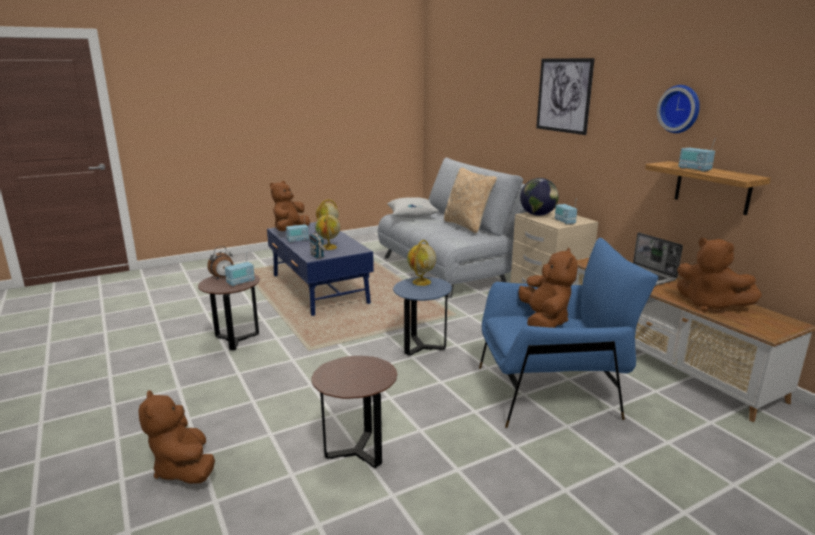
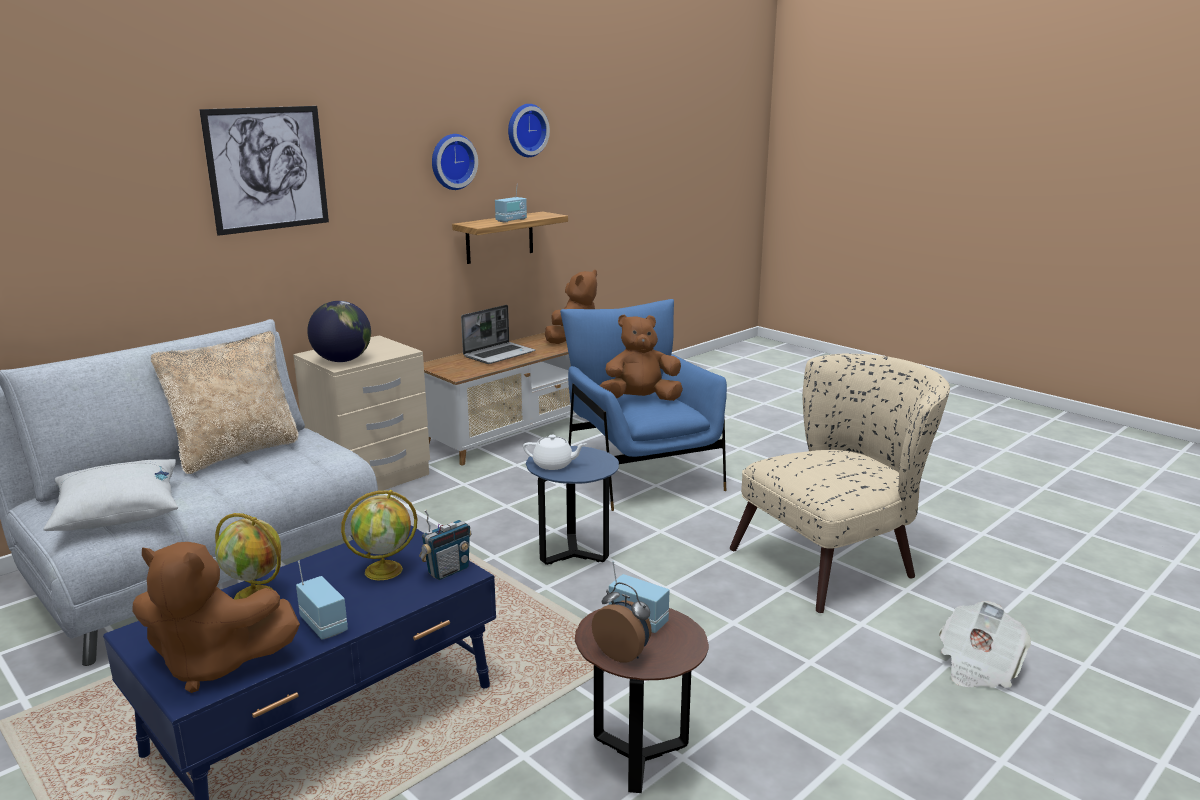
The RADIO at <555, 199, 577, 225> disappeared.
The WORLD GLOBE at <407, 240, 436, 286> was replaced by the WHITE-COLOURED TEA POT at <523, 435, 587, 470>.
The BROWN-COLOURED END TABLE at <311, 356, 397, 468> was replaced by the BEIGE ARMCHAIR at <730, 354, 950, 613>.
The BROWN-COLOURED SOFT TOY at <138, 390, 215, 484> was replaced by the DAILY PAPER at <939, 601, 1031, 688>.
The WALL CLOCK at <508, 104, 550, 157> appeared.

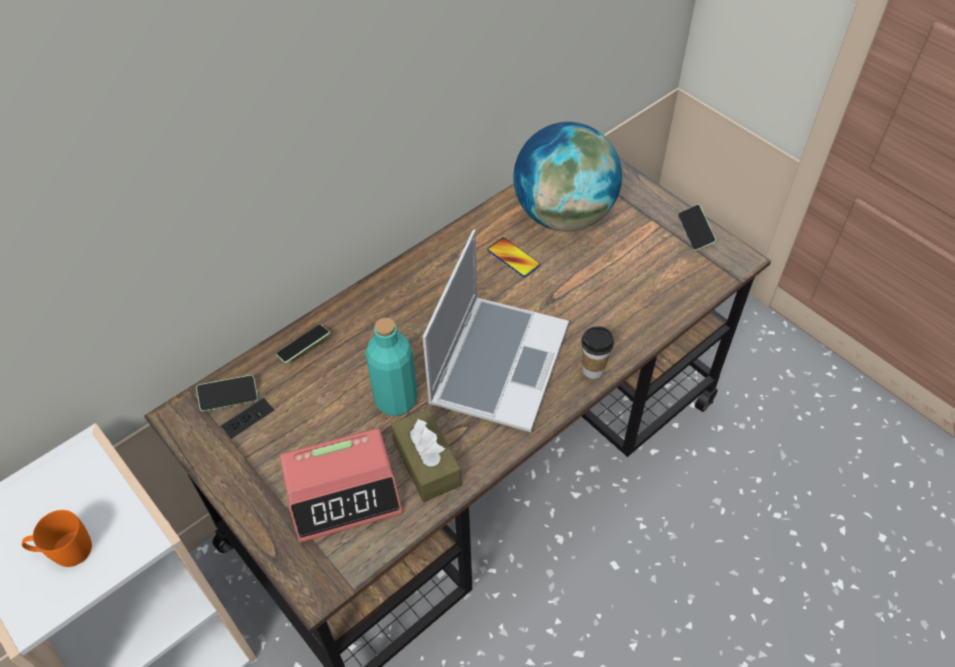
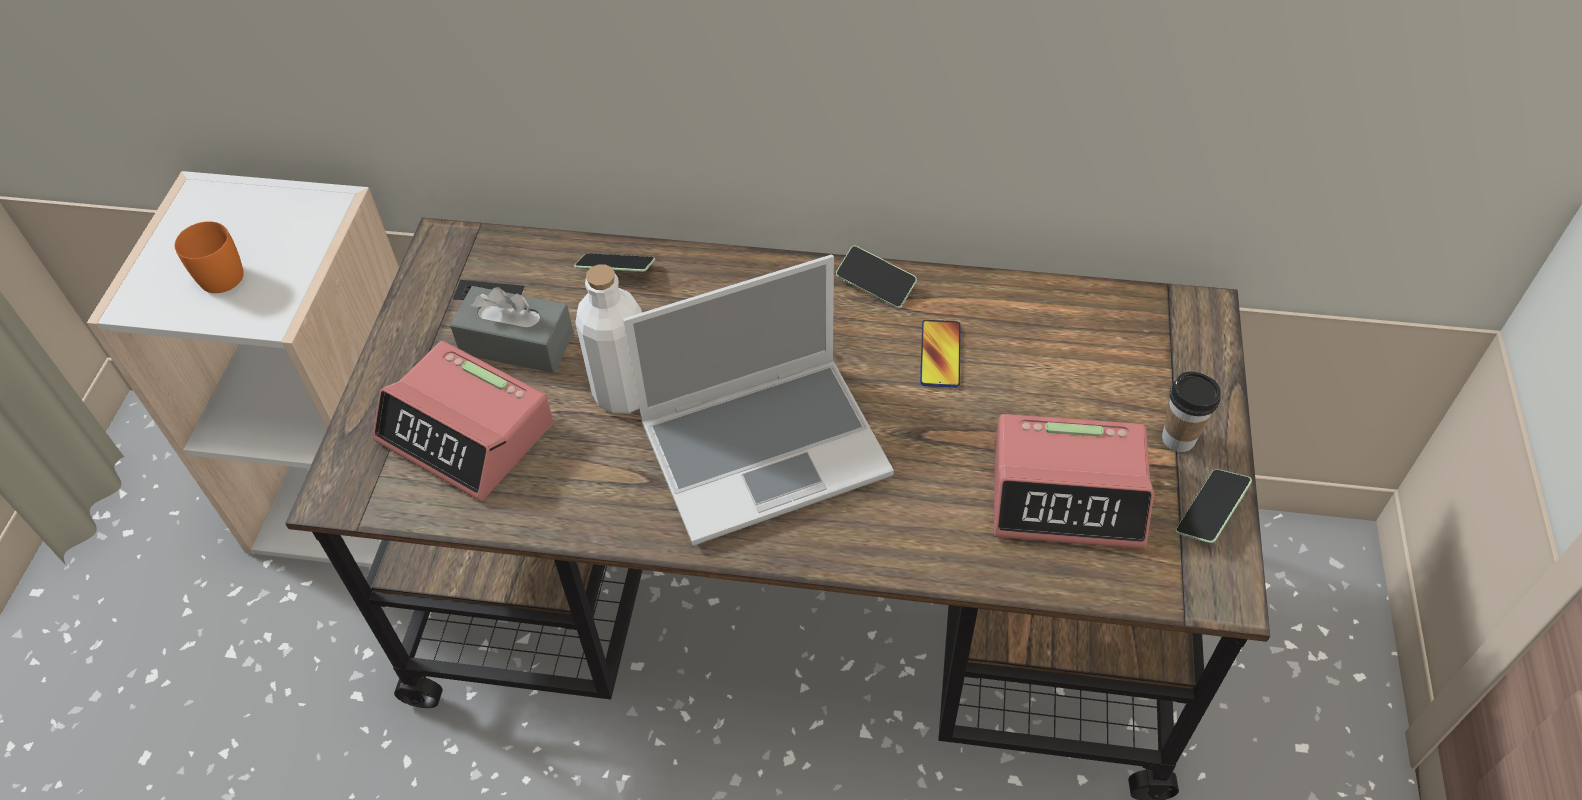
The WORLD GLOBE at <513, 122, 622, 231> disappeared.
The BLUE-GREEN BOTTLE at <365, 318, 418, 416> became the WHITE-COLOURED BOTTLE at <575, 264, 642, 414>.
The CUP moved from <581, 326, 614, 379> to <1162, 372, 1221, 452>.
The HANDSET moved from <196, 375, 258, 412> to <836, 246, 917, 308>.
The BROWN-COLOURED TISSUE HOLDER at <391, 409, 462, 502> disappeared.
The GREYISH TISSUE HOLDER at <450, 286, 574, 373> appeared.
The TABLE CLOCK at <994, 414, 1154, 549> appeared.

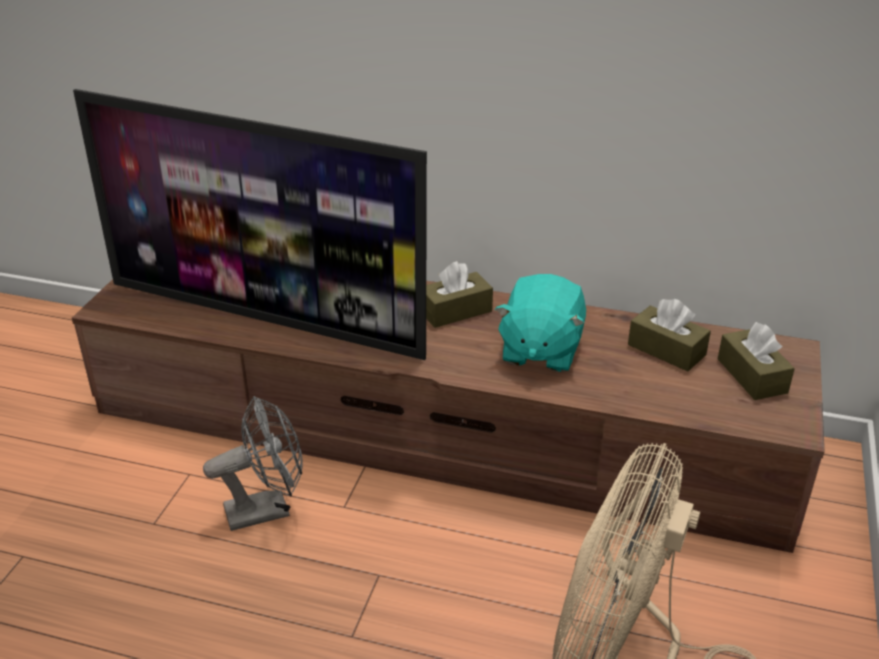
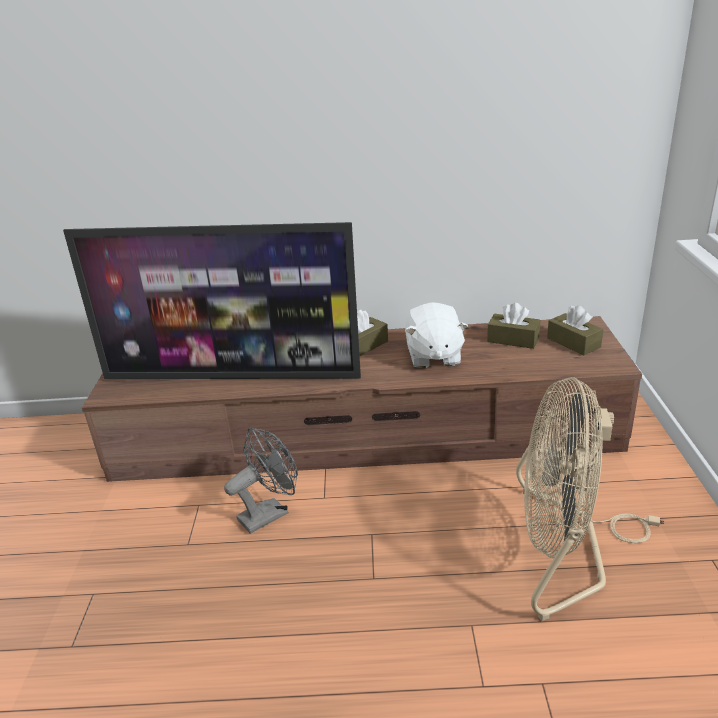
The BLUE-GREEN SOFT TOY at <495, 274, 586, 372> became the WHITE-COLOURED SOFT TOY at <405, 302, 468, 369>.

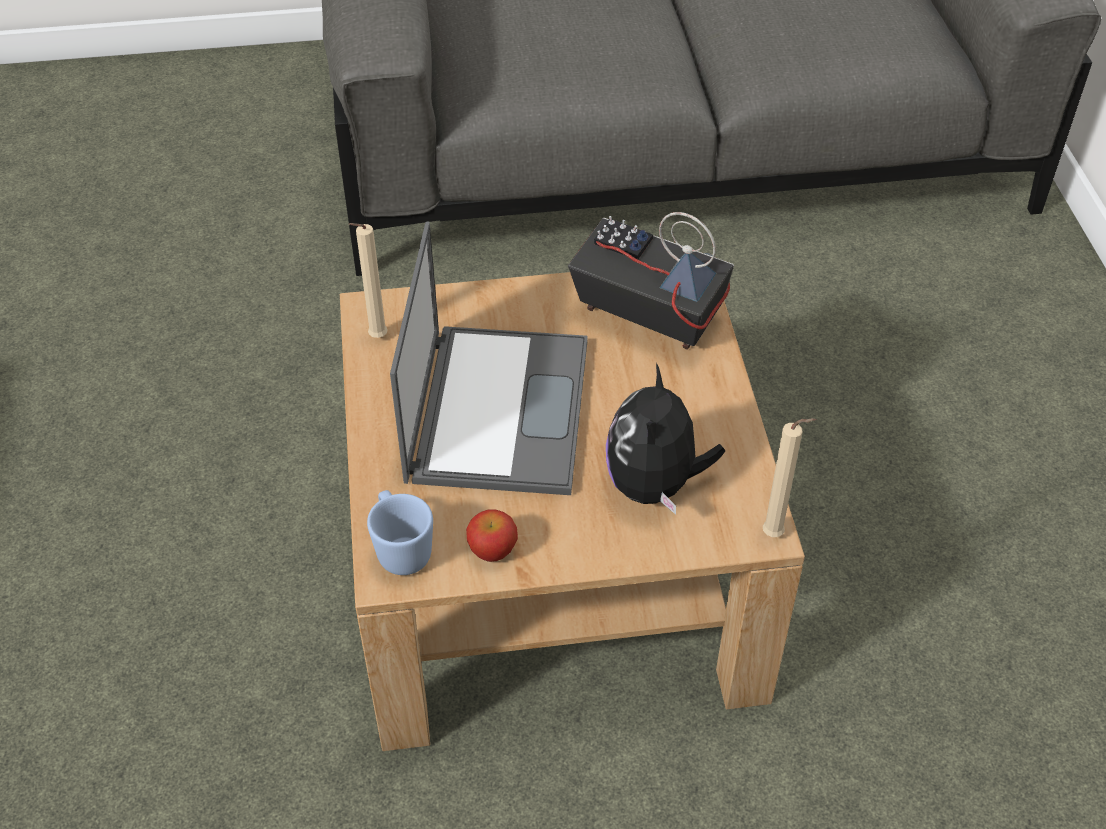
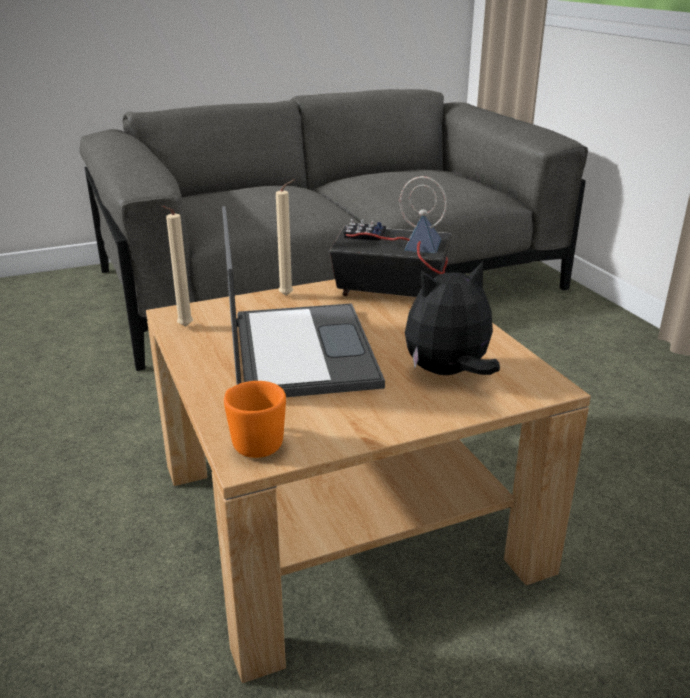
The SOFT TOY at <606, 363, 725, 515> turned 75 degrees clockwise.
The BEIGE WAX CANDLE moved from <763, 418, 816, 537> to <276, 179, 295, 296>.
The BLUE COFFEE MUG at <367, 490, 433, 575> became the ORANGE COFFEE MUG at <224, 381, 286, 458>.
The WHOLE APPLE at <466, 510, 518, 562> disappeared.

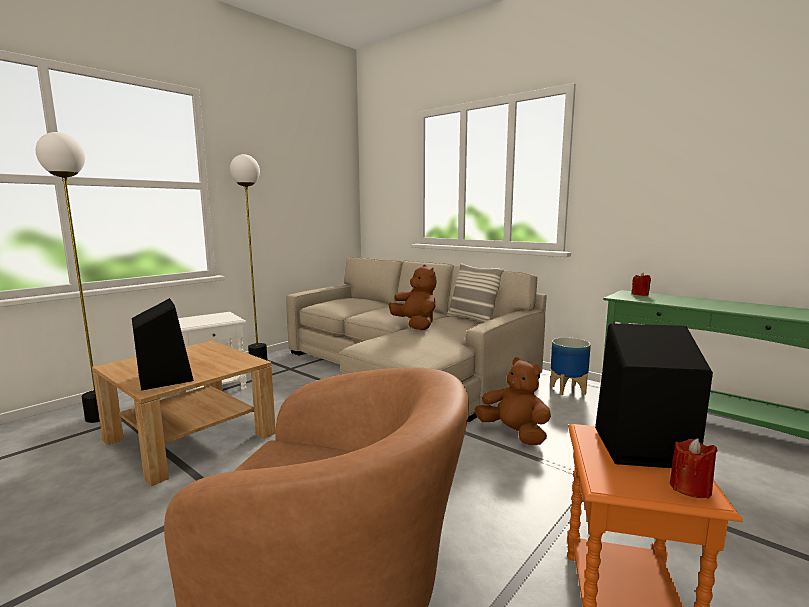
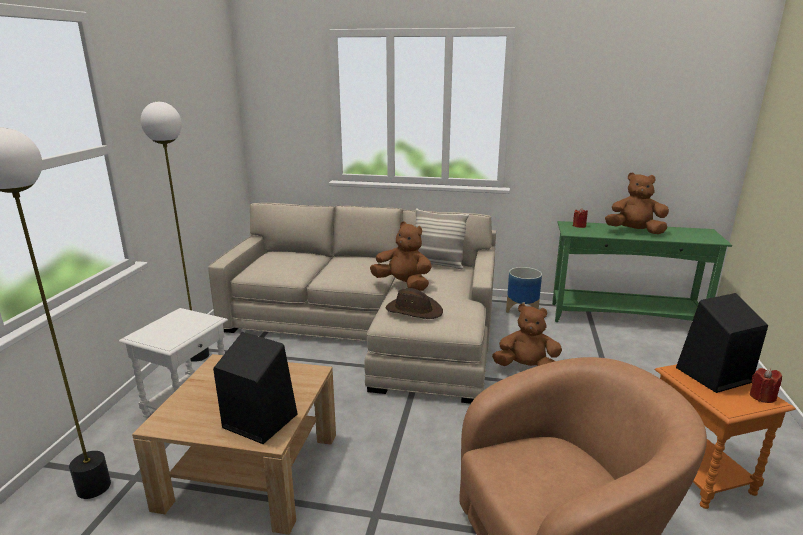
The BROWN-COLOURED SOFT TOY at <605, 173, 669, 234> appeared.
The BROWN-COLOURED WEARABLE HAT at <386, 288, 443, 319> appeared.

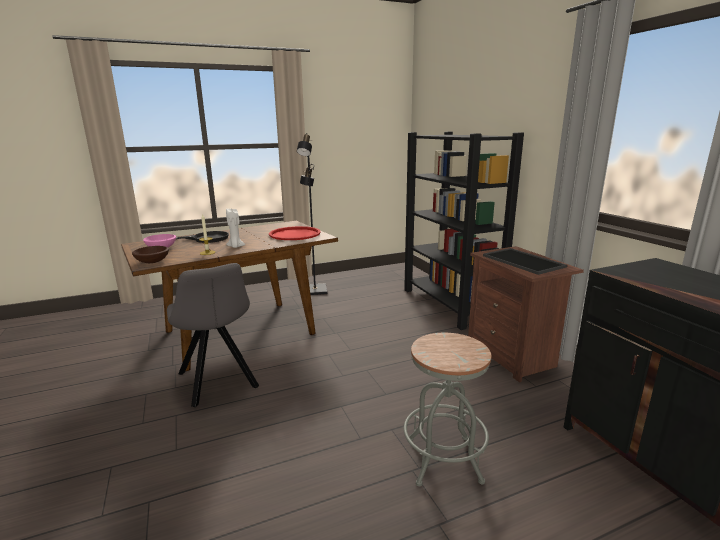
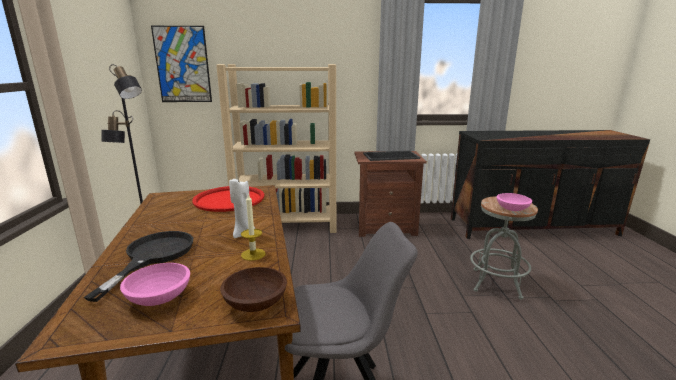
The BLACKISH BOOKSHELF at <404, 132, 524, 330> became the BEIGE BOOKSHELF at <216, 64, 336, 233>.
The WALL ART at <151, 26, 212, 102> appeared.
The PINKISH DEEP DISH at <496, 193, 532, 211> appeared.

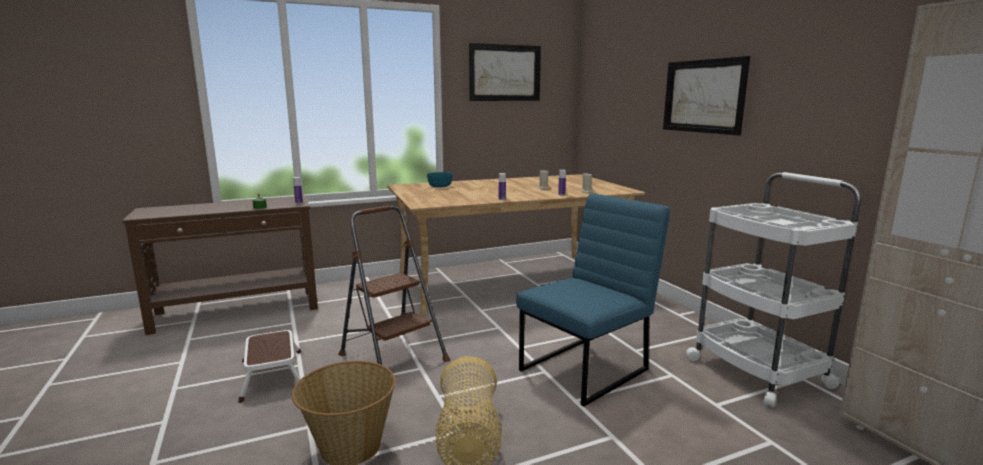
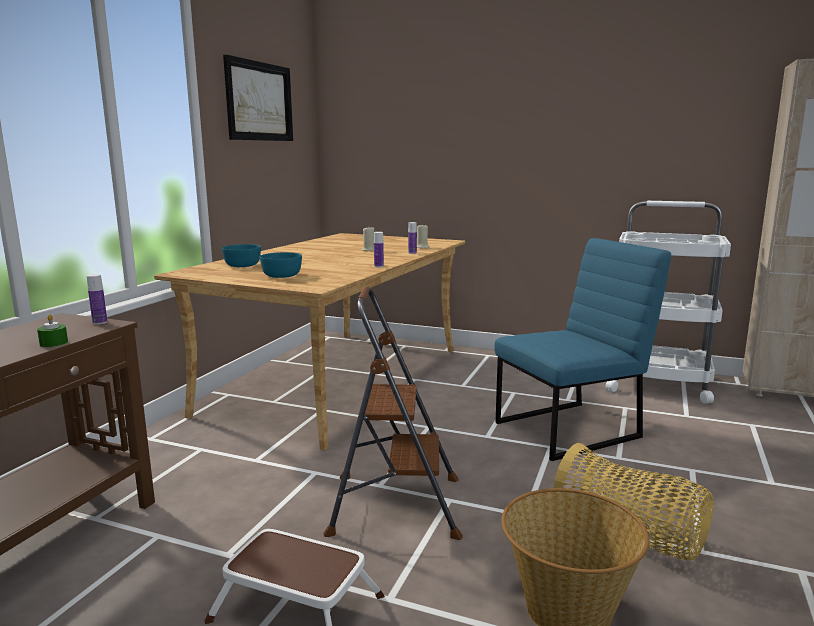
The WALL ART at <663, 56, 750, 135> disappeared.
The BLUE PLAIN CHAIR at <516, 194, 670, 407> turned 60 degrees clockwise.
The BLUE-GREEN DEEP DISH at <260, 252, 302, 278> appeared.

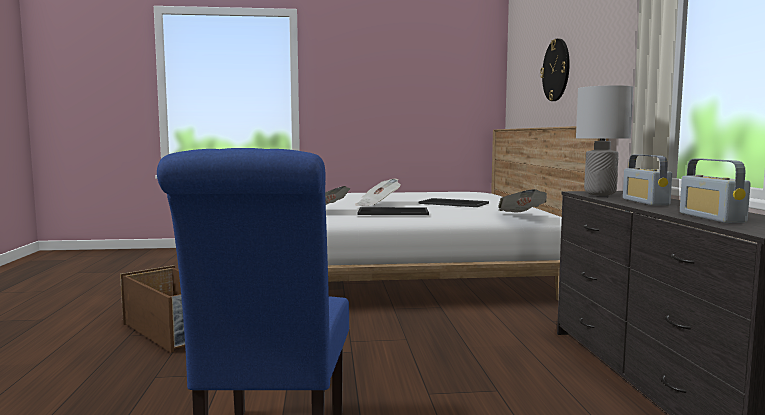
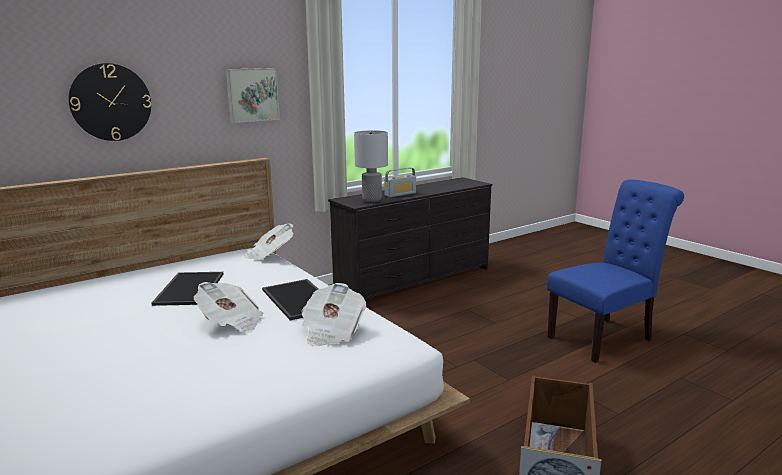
The RADIO at <680, 159, 751, 223> disappeared.
The WALL ART at <225, 68, 280, 123> appeared.

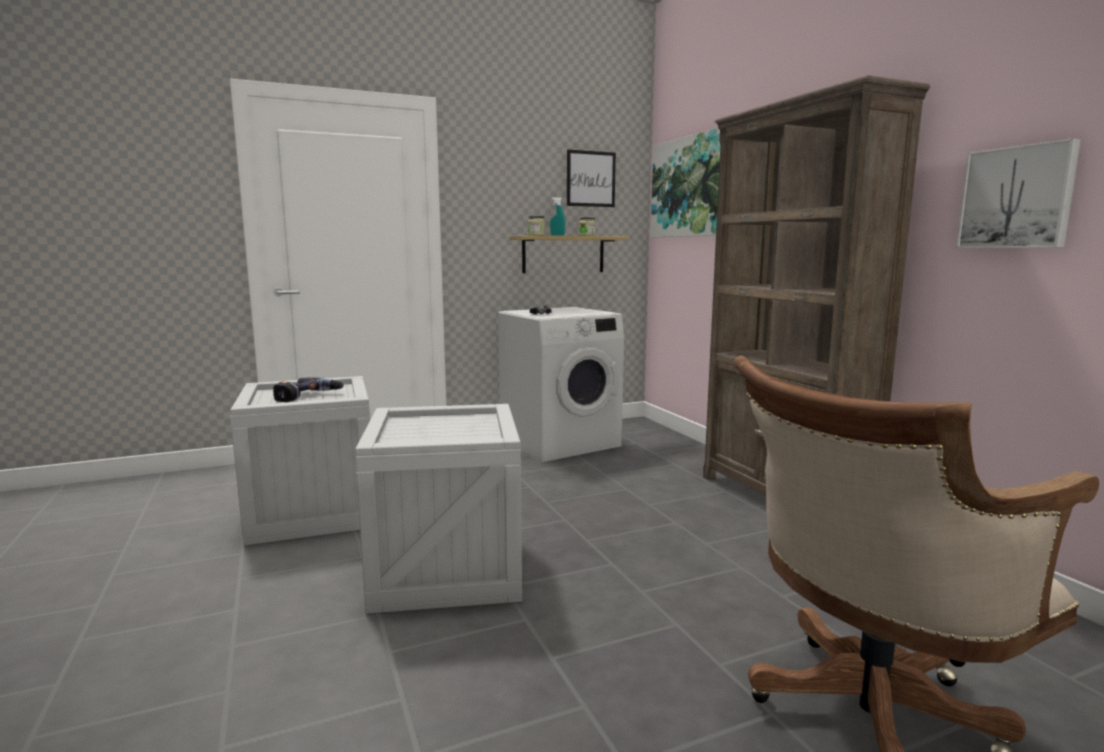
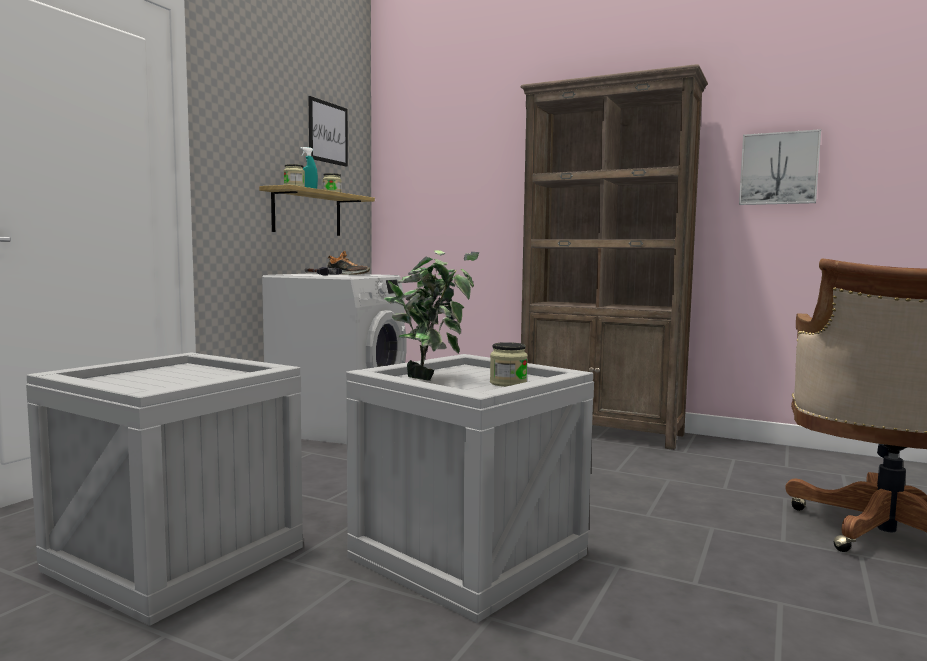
The WALL ART at <651, 128, 720, 237> disappeared.
The ELECTRIC DRILL at <273, 377, 344, 402> disappeared.
The HOUSEPLANT at <384, 250, 479, 381> appeared.
The ITEM OF FOOTWEAR at <328, 251, 370, 275> appeared.
The JAR at <490, 342, 528, 387> appeared.

